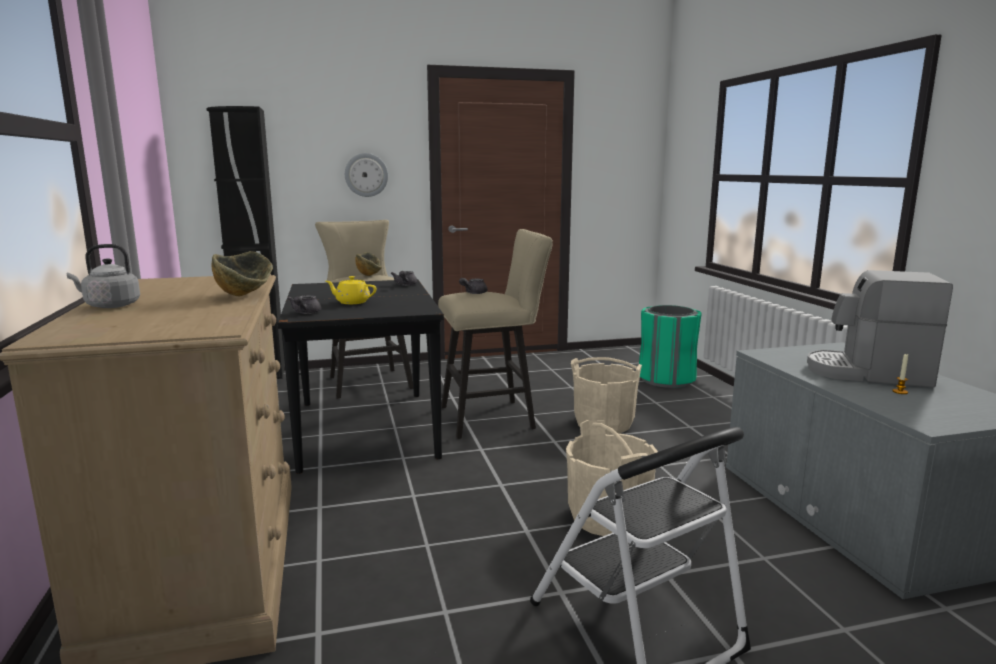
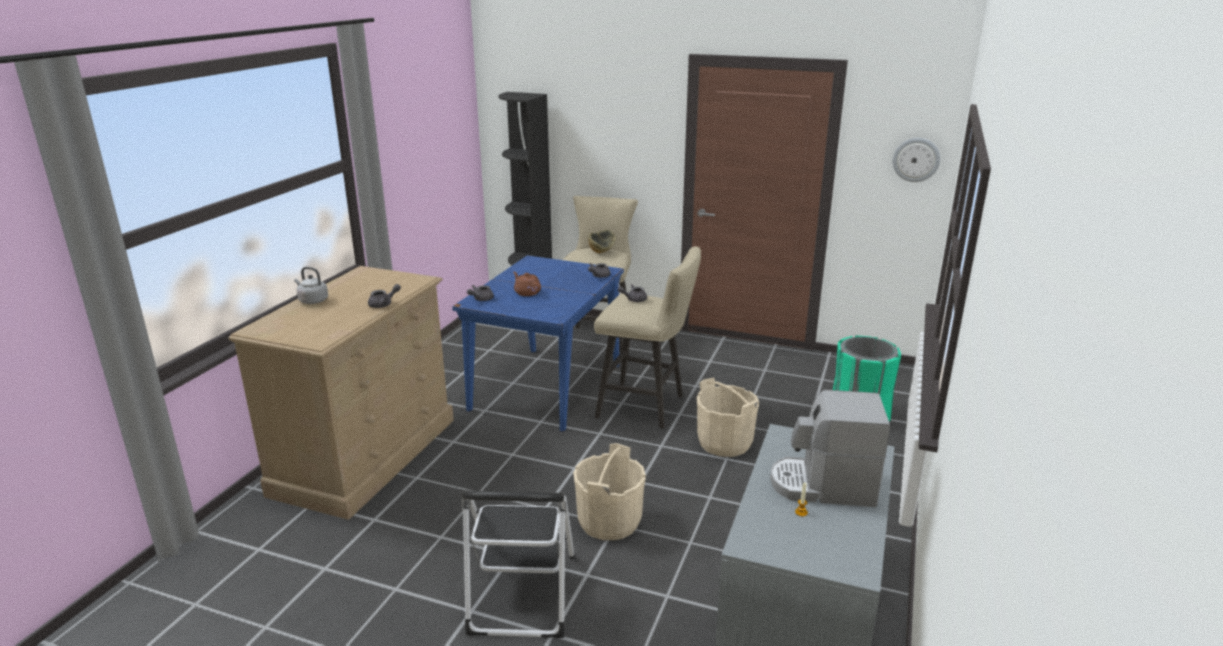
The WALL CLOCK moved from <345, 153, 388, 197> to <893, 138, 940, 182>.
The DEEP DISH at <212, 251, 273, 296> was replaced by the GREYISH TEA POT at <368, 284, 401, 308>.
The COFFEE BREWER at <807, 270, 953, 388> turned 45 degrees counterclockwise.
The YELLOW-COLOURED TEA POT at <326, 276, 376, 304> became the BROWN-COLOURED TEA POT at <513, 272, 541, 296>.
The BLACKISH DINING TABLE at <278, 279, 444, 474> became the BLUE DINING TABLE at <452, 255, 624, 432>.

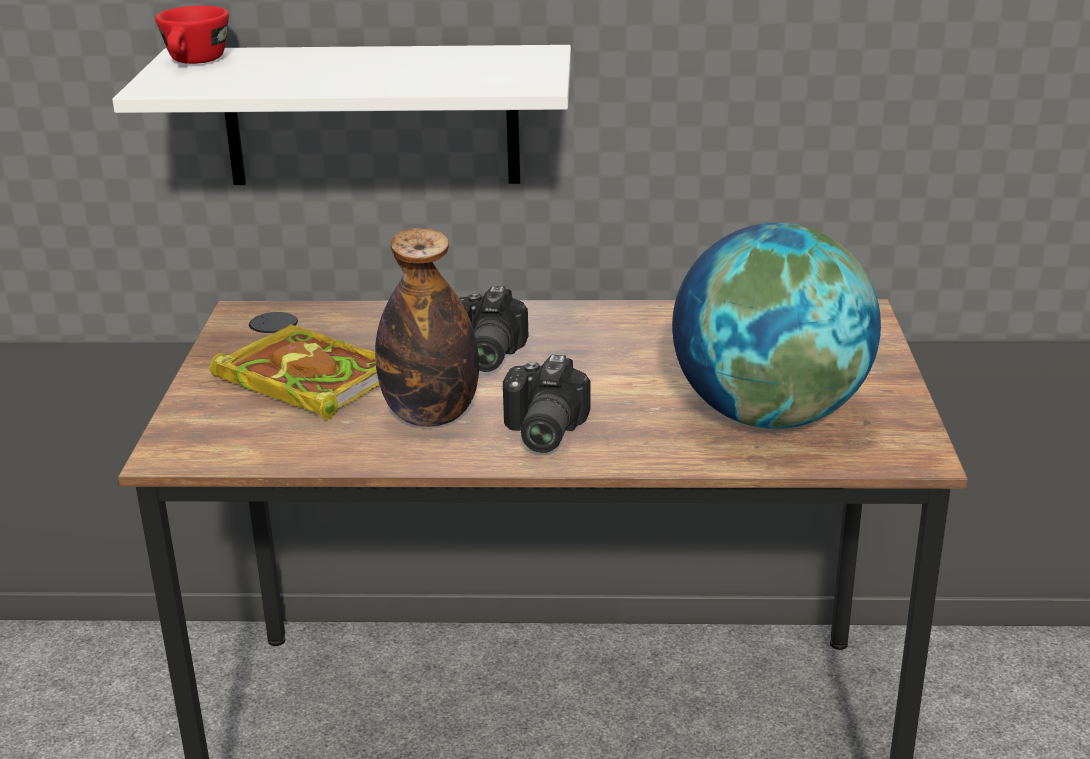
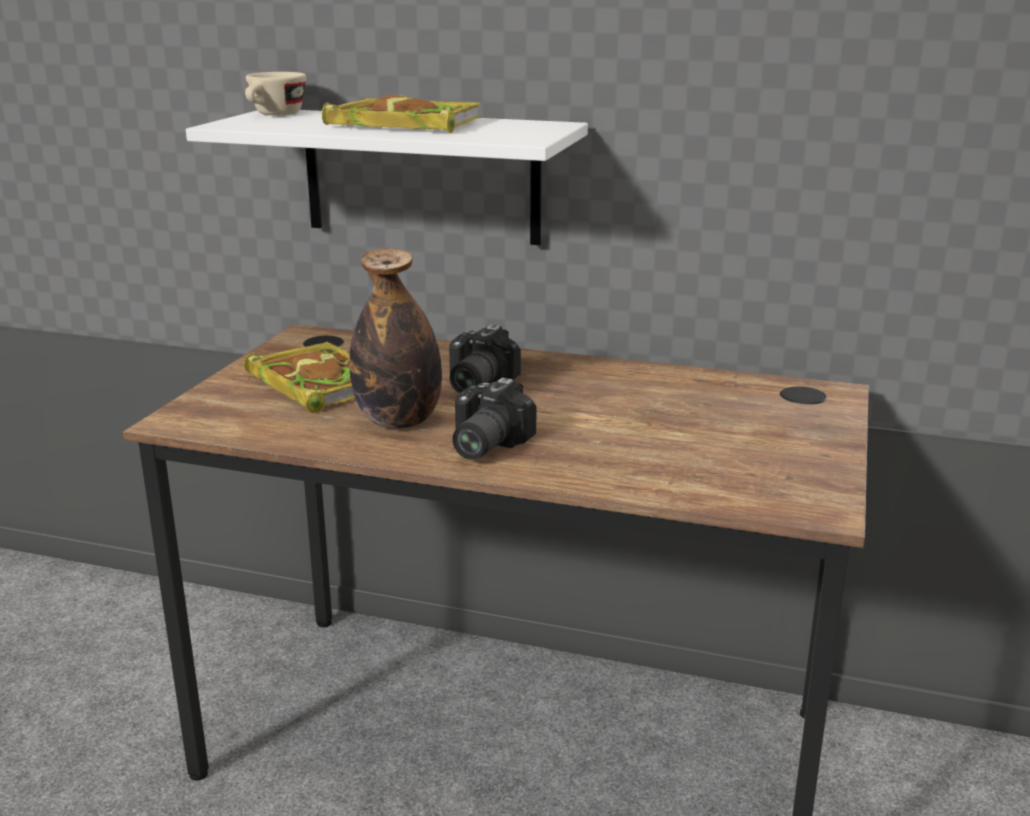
The RED CUP at <155, 6, 229, 64> became the BEIGE CUP at <245, 72, 306, 116>.
The WORLD GLOBE at <672, 223, 881, 429> disappeared.
The BOOK at <322, 95, 481, 133> appeared.

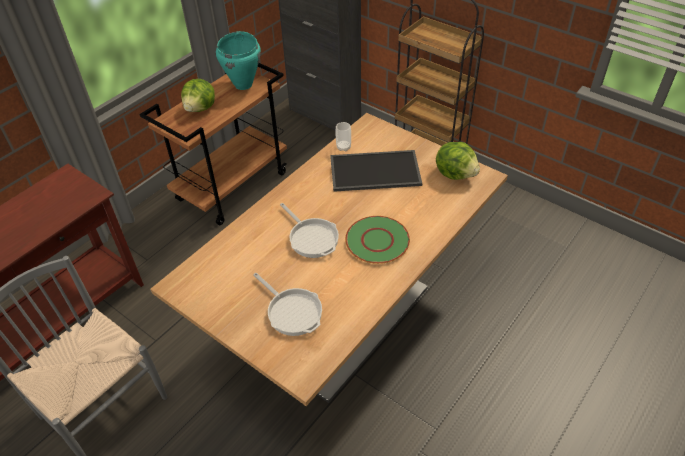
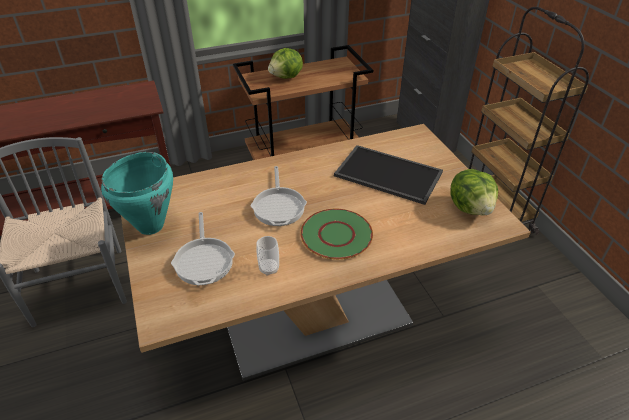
The BLUE-GREEN STOCKPOT moved from <216, 31, 261, 90> to <101, 152, 173, 235>.
The CUP moved from <336, 122, 351, 151> to <256, 236, 279, 276>.

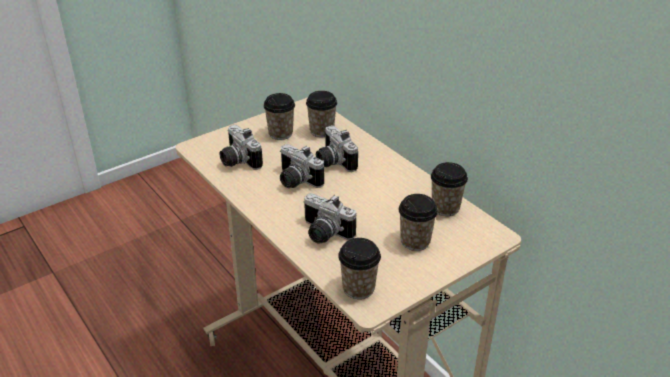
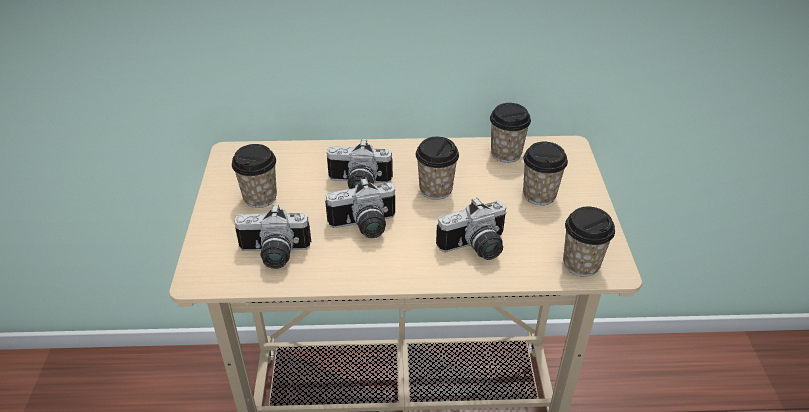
The CUP moved from <306, 91, 337, 137> to <416, 137, 459, 200>.

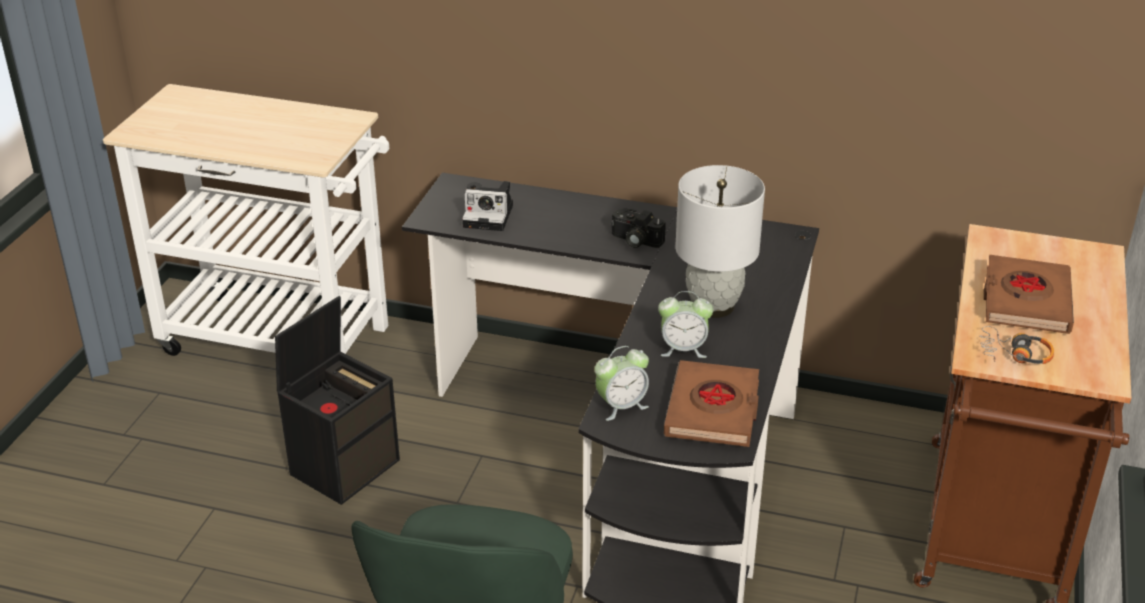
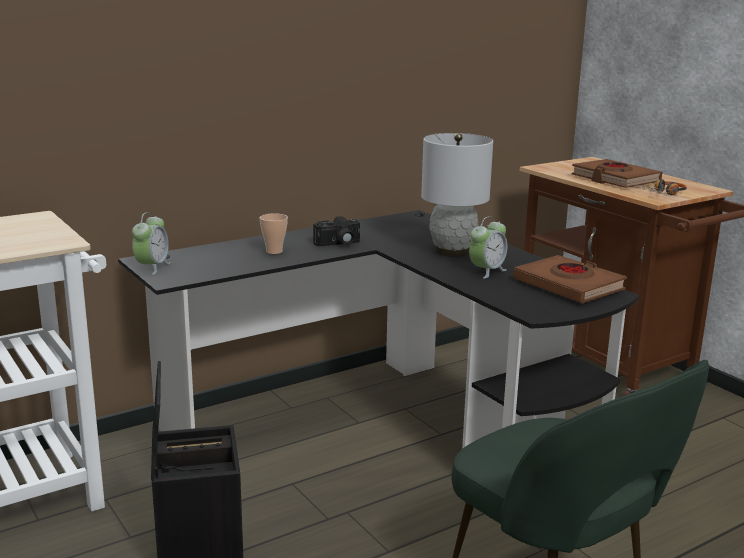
The PHOTO CAMERA at <462, 181, 513, 231> disappeared.
The TABLE CLOCK moved from <594, 346, 649, 421> to <132, 212, 171, 275>.
The CUP at <260, 214, 288, 254> appeared.

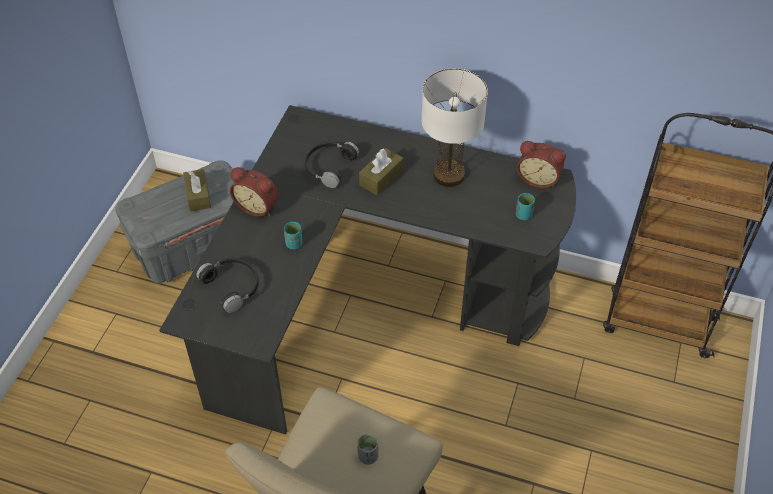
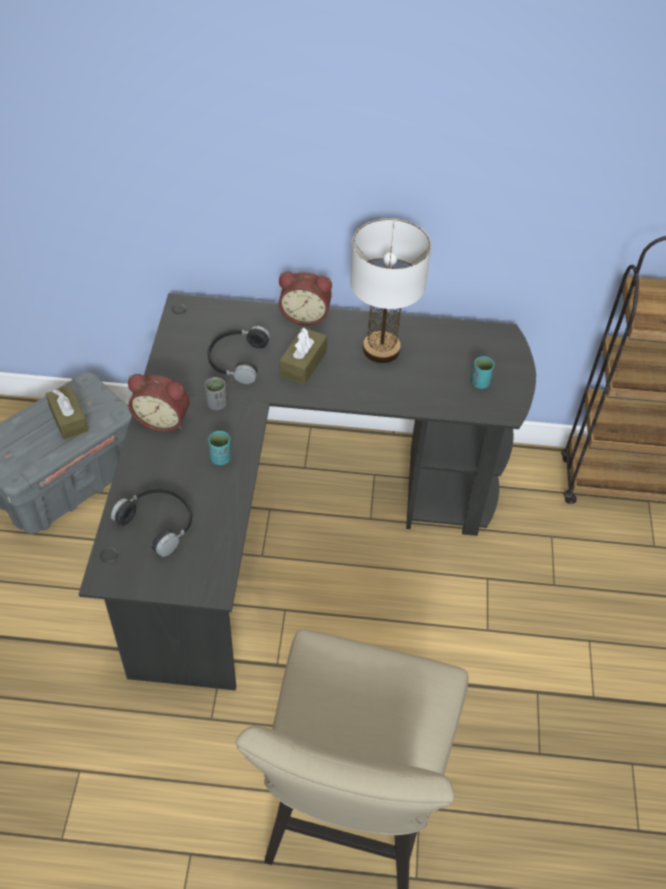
The TABLE CLOCK moved from <517, 141, 566, 188> to <279, 272, 332, 326>.
The GREYISH CUP moved from <357, 433, 379, 465> to <205, 377, 227, 410>.

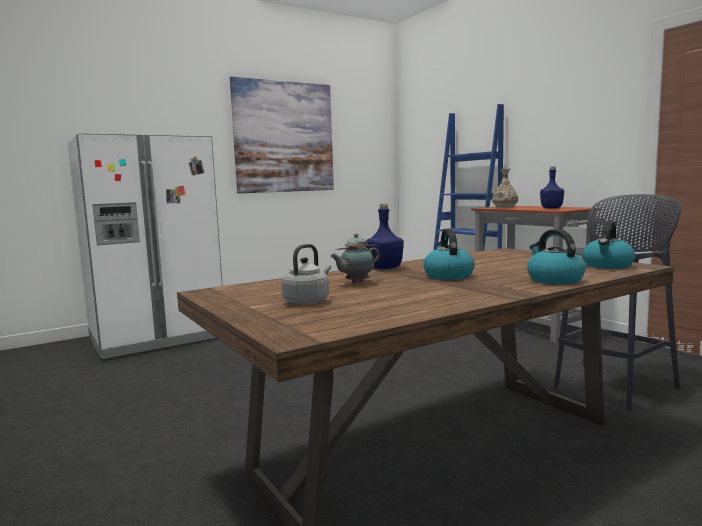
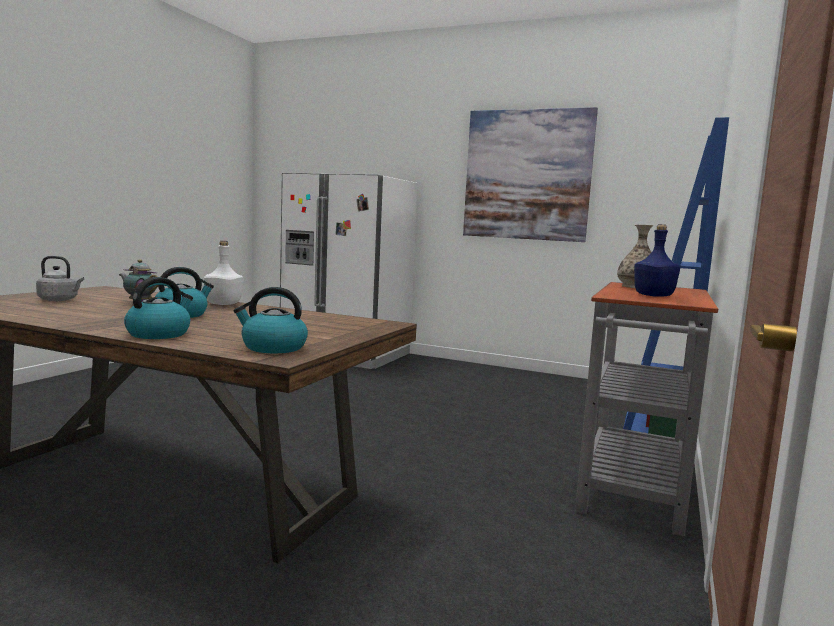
The GREYISH SITTING STOOL at <554, 194, 681, 410> disappeared.
The BLUE BOTTLE at <366, 204, 404, 269> became the WHITE-COLOURED BOTTLE at <204, 241, 243, 305>.

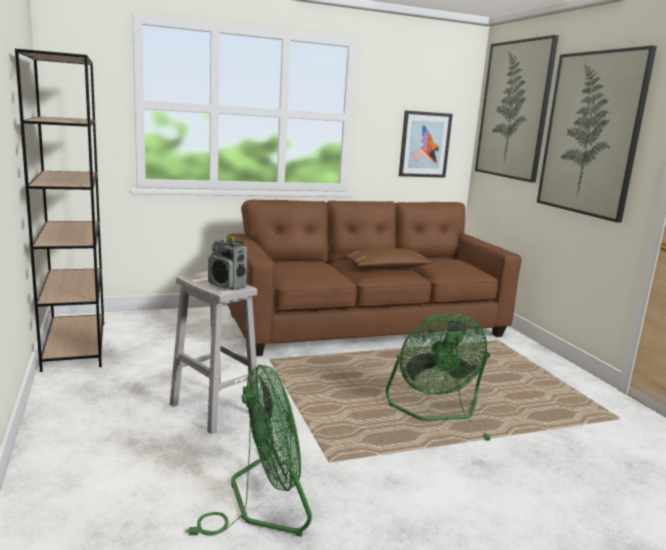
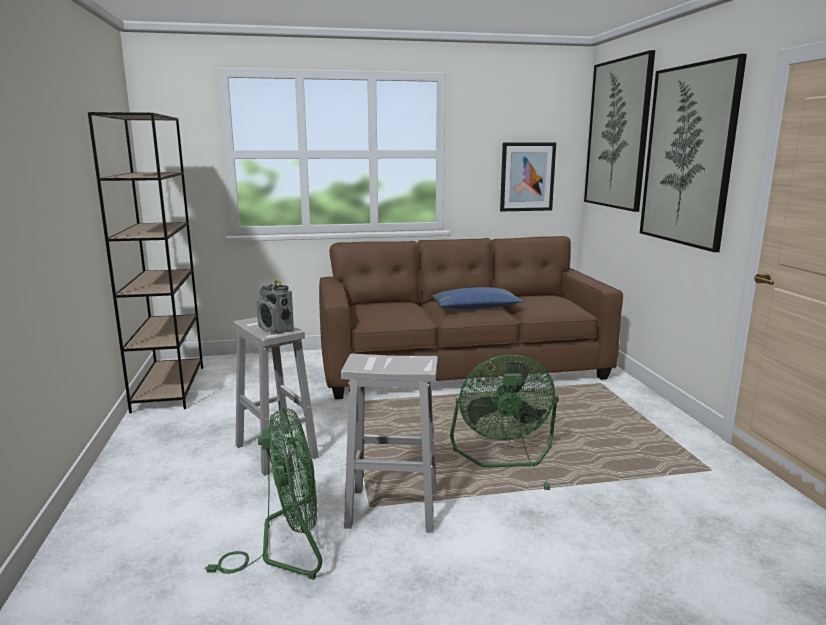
The BROWN-COLOURED THROW PILLOW at <344, 248, 434, 269> became the BLUE THROW PILLOW at <431, 287, 524, 309>.
The WHITE-COLOURED SITTING STOOL at <341, 354, 438, 533> appeared.

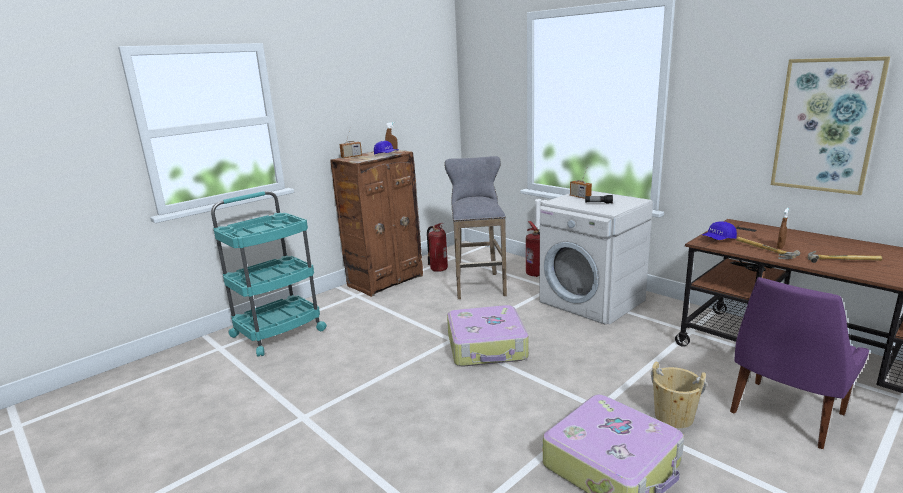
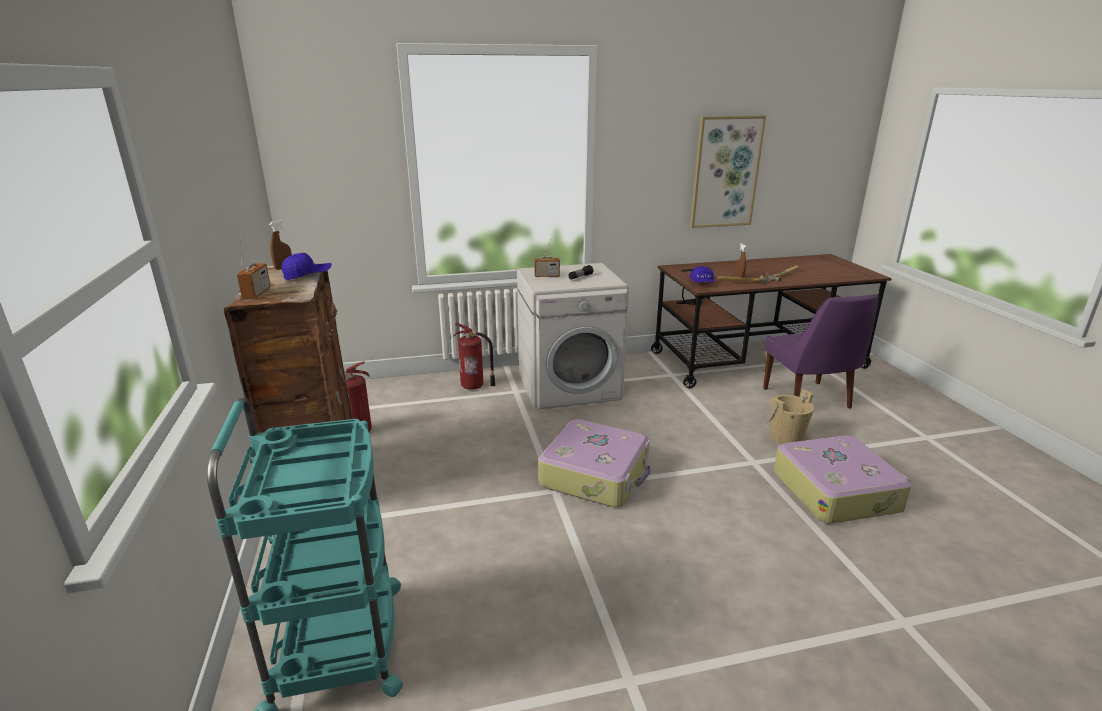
The GREYISH SITTING STOOL at <445, 156, 507, 299> disappeared.

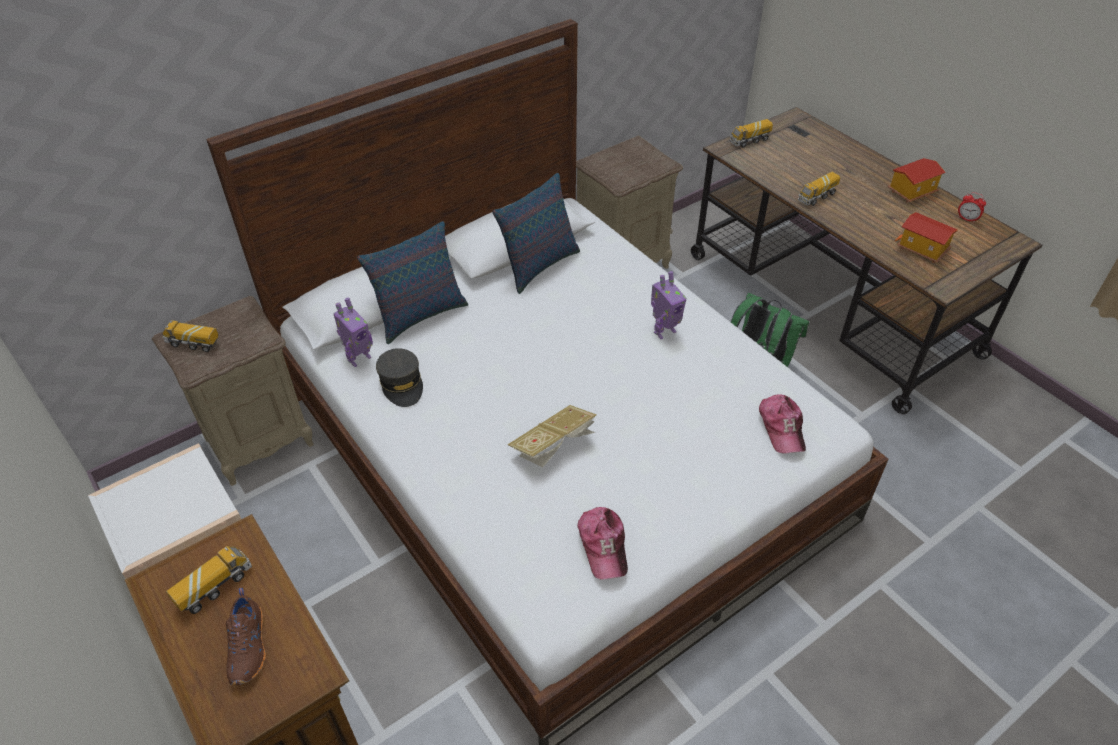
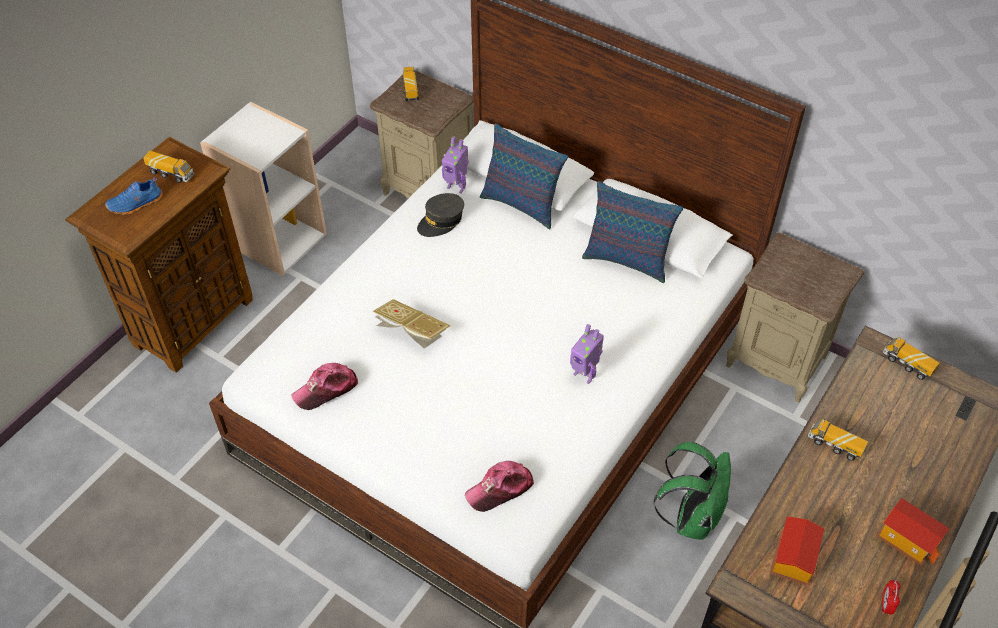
The BROWN-COLOURED ITEM OF FOOTWEAR at <226, 588, 266, 685> became the BLUE ITEM OF FOOTWEAR at <105, 177, 163, 215>.

